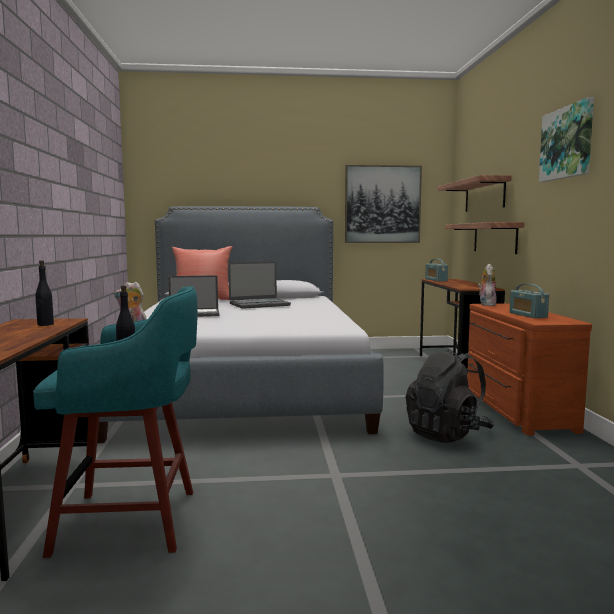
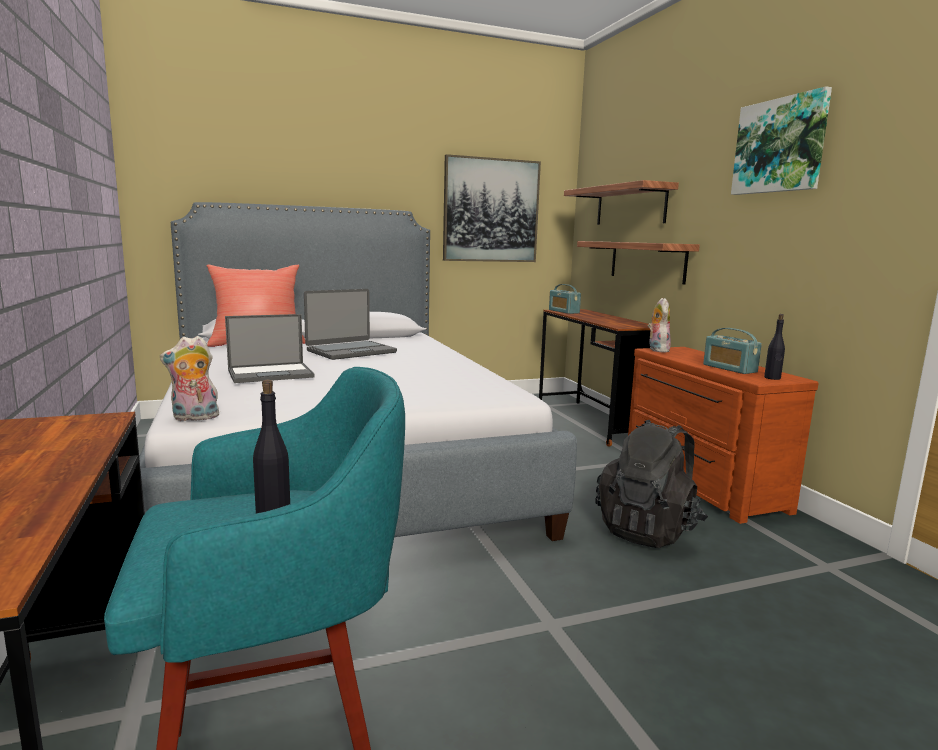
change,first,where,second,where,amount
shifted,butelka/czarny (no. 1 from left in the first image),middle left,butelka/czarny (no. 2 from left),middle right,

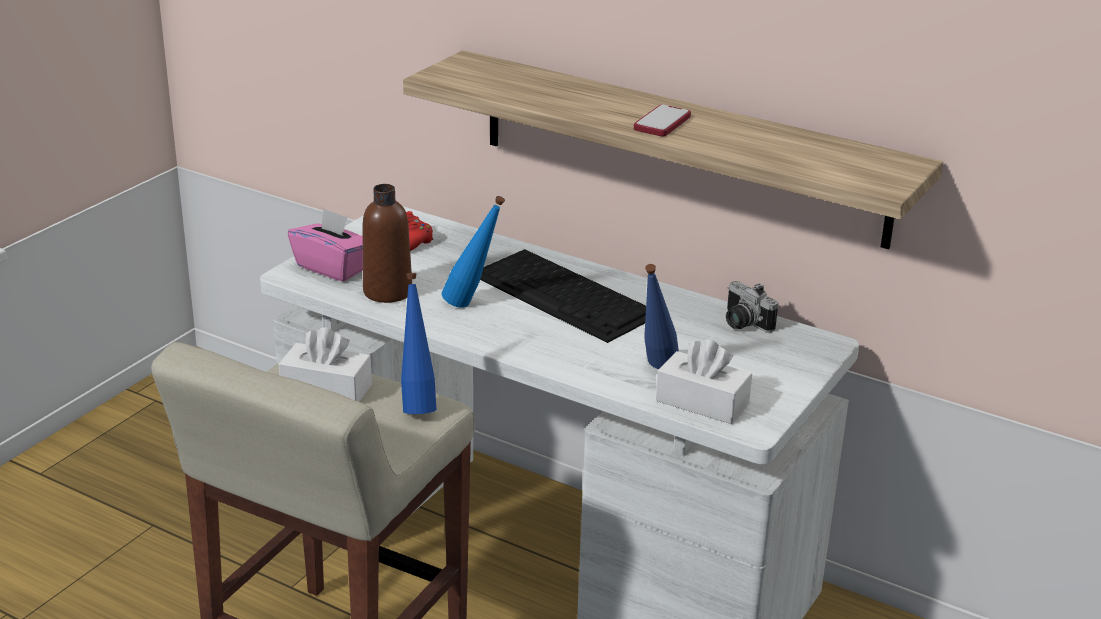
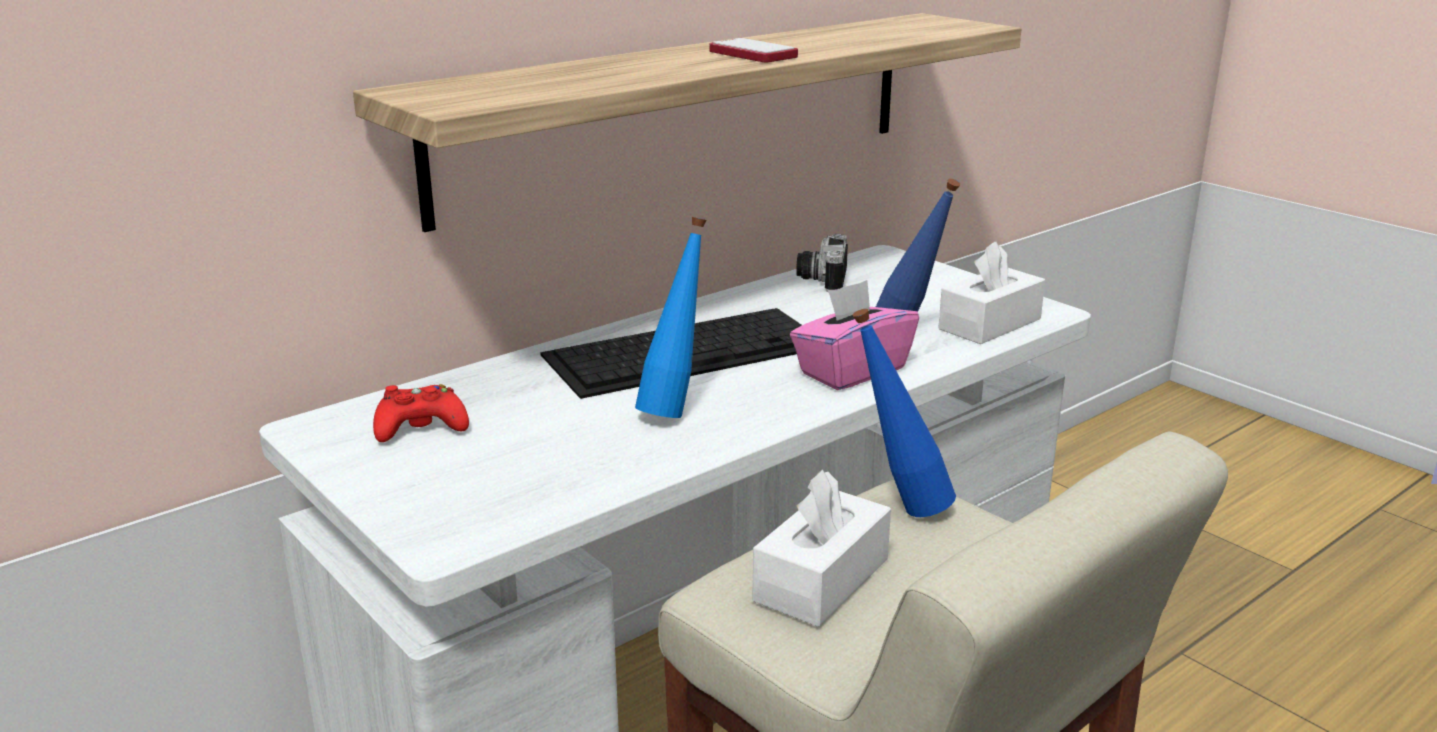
change,first,where,second,where,amount
shifted,pudełko chusteczek/różowy,middle left,,centre,
gone,butelka/brązowy,centre,,,
rotated,aparat fotograficzny,middle right,,centre,120 degrees clockwise

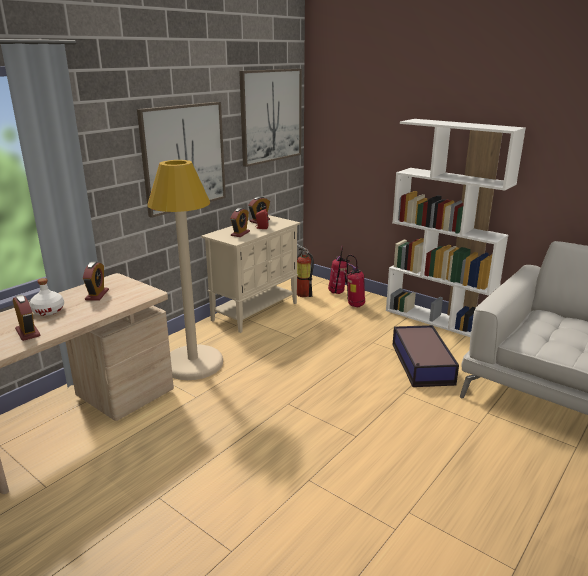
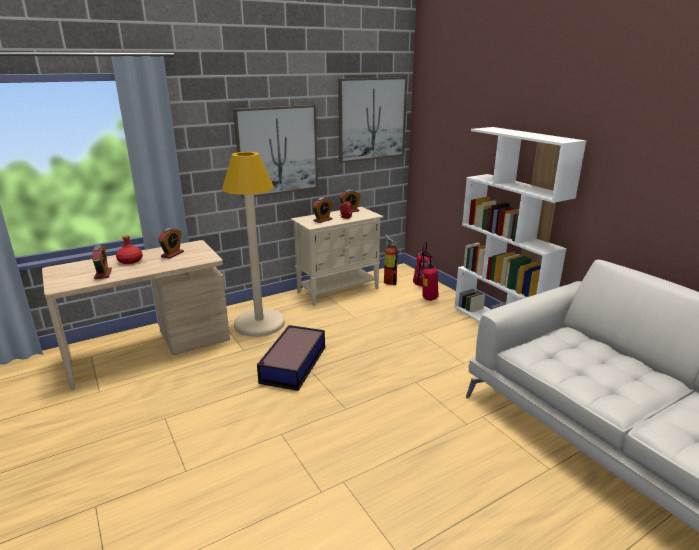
change,first,where,second,where,amount
repainted,butelka/biały,middle left,butelka/czerwony,middle left,
shifted,pojemnik do przechowywania,middle right,,centre,

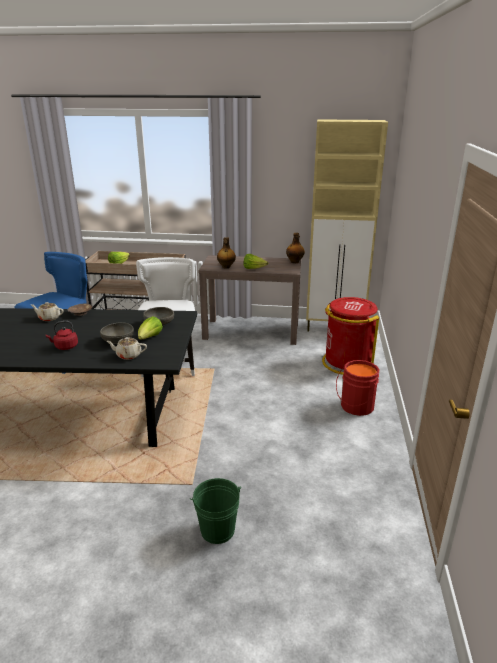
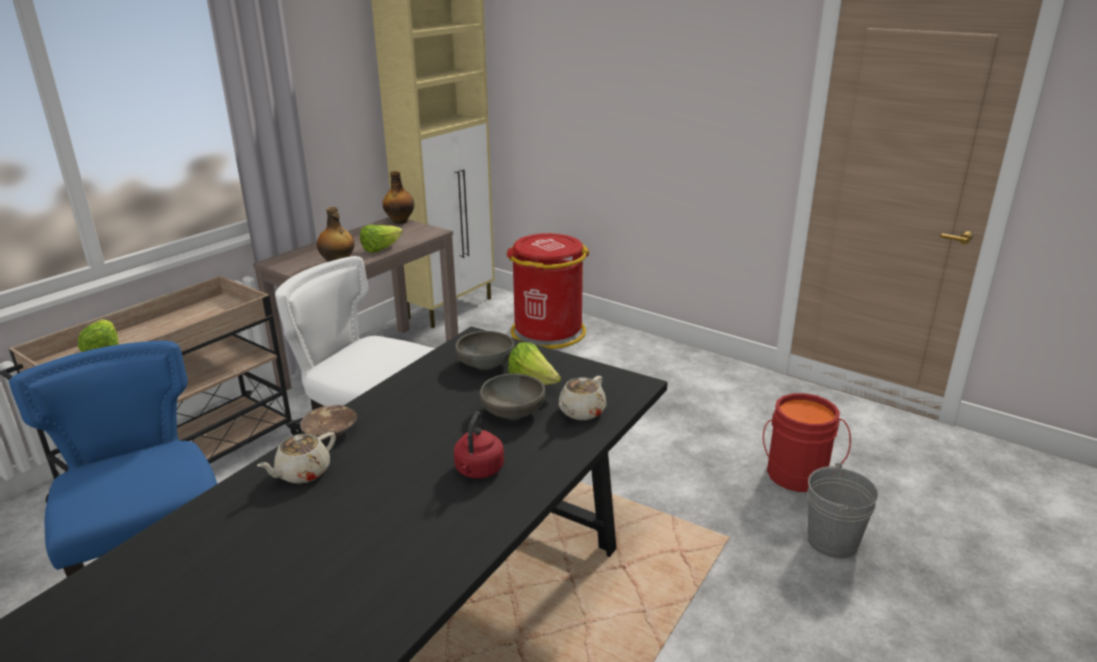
change,first,where,second,where,amount
repainted,wiadro/zielony,bottom centre,wiadro/szary,bottom right,
shifted,wiadro/czerwony,middle right,,bottom right,

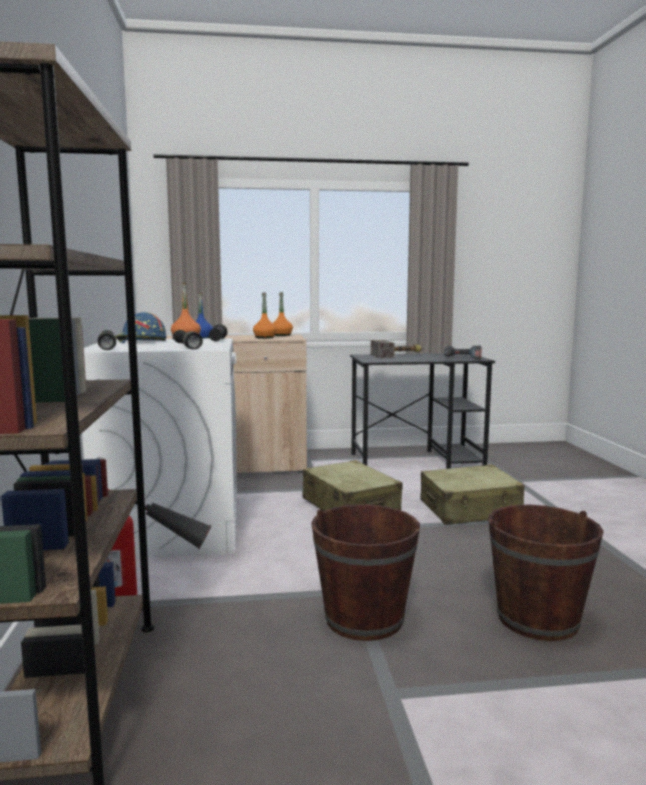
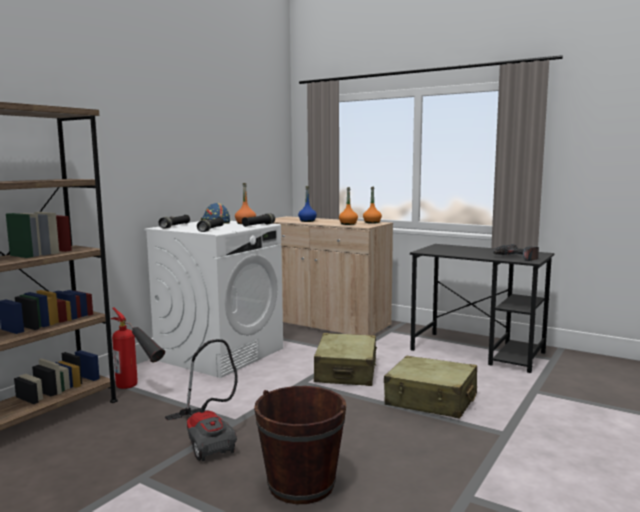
change,first,where,second,where,amount
swapped,wiadro/brązowy (no. 1 from left),bottom centre,odkurzacz,bottom left,
gone,młotek,centre,,,

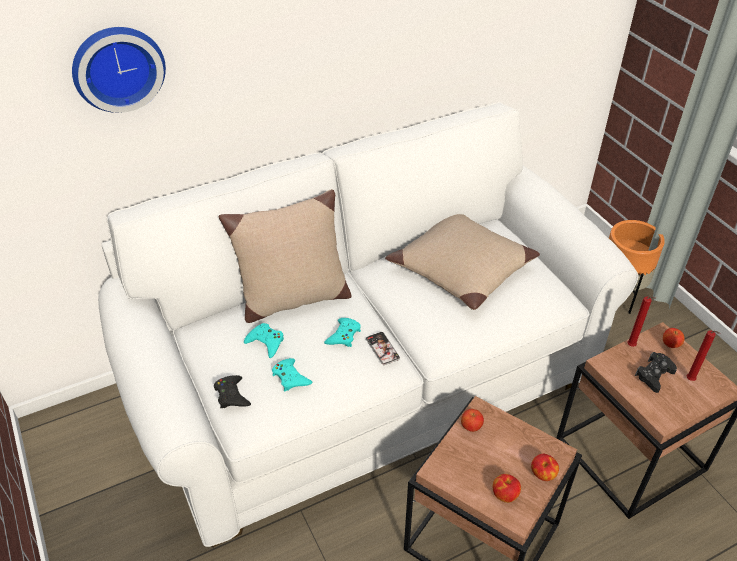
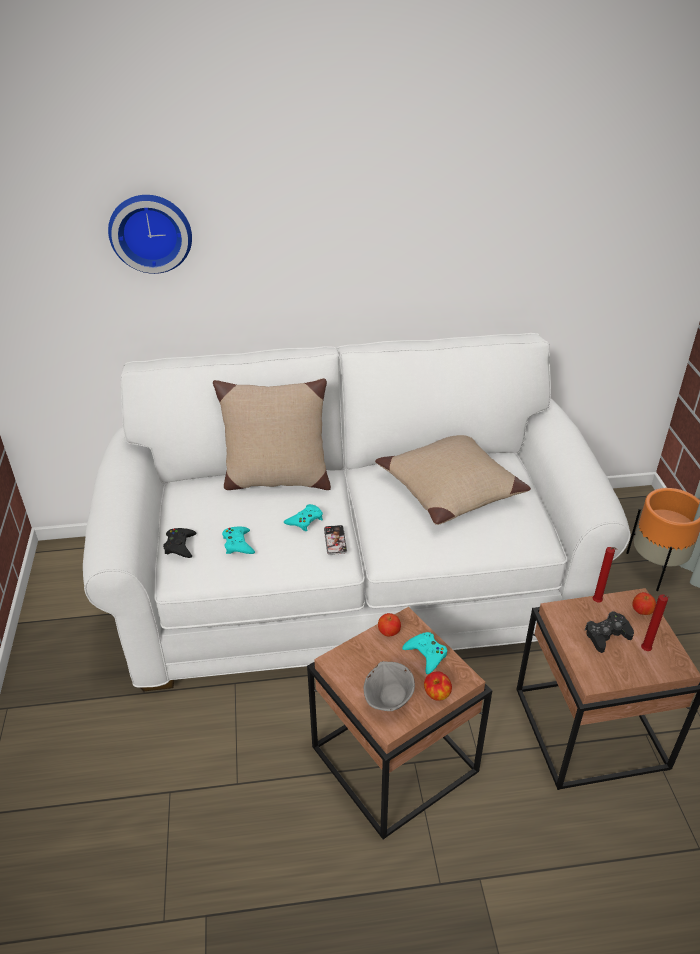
change,first,where,second,where,amount
shifted,pad do gier/turkusowy (no. 1 from left in the first image),centre,pad do gier/turkusowy (no. 3 from left),bottom centre,
swapped,jabłko (no. 2 from left),bottom right,miska/szary,bottom centre,

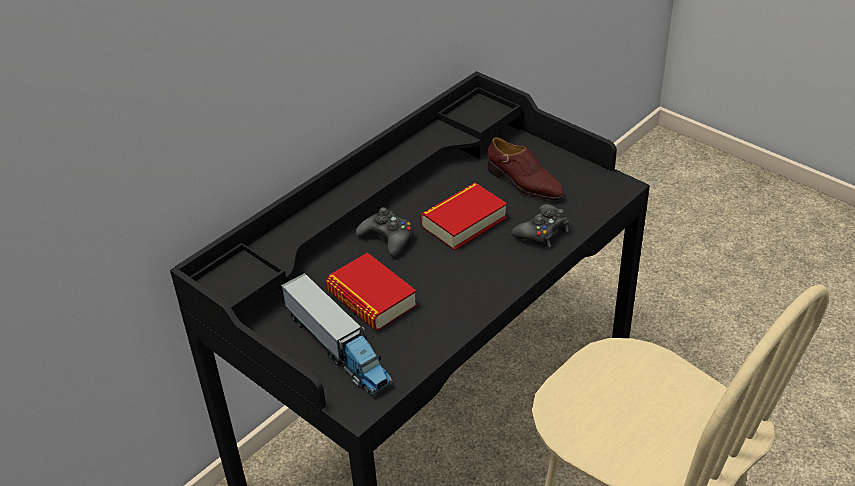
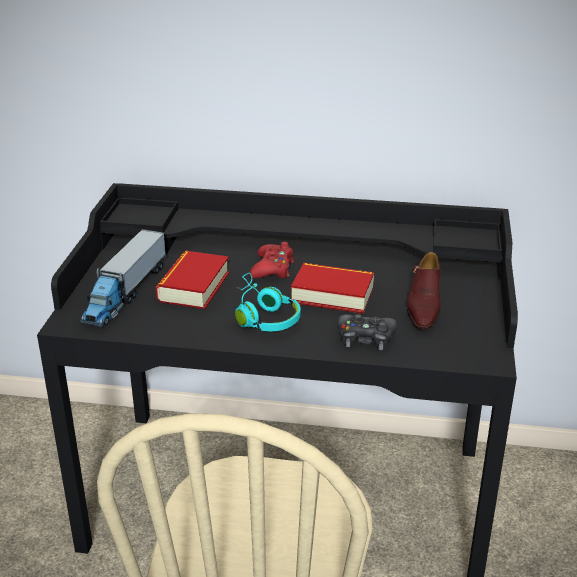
change,first,where,second,where,amount
repainted,pad do gier/czarny (no. 1 from left),centre,pad do gier/czerwony,centre,
new,,,słuchawki/turkusowy,centre,

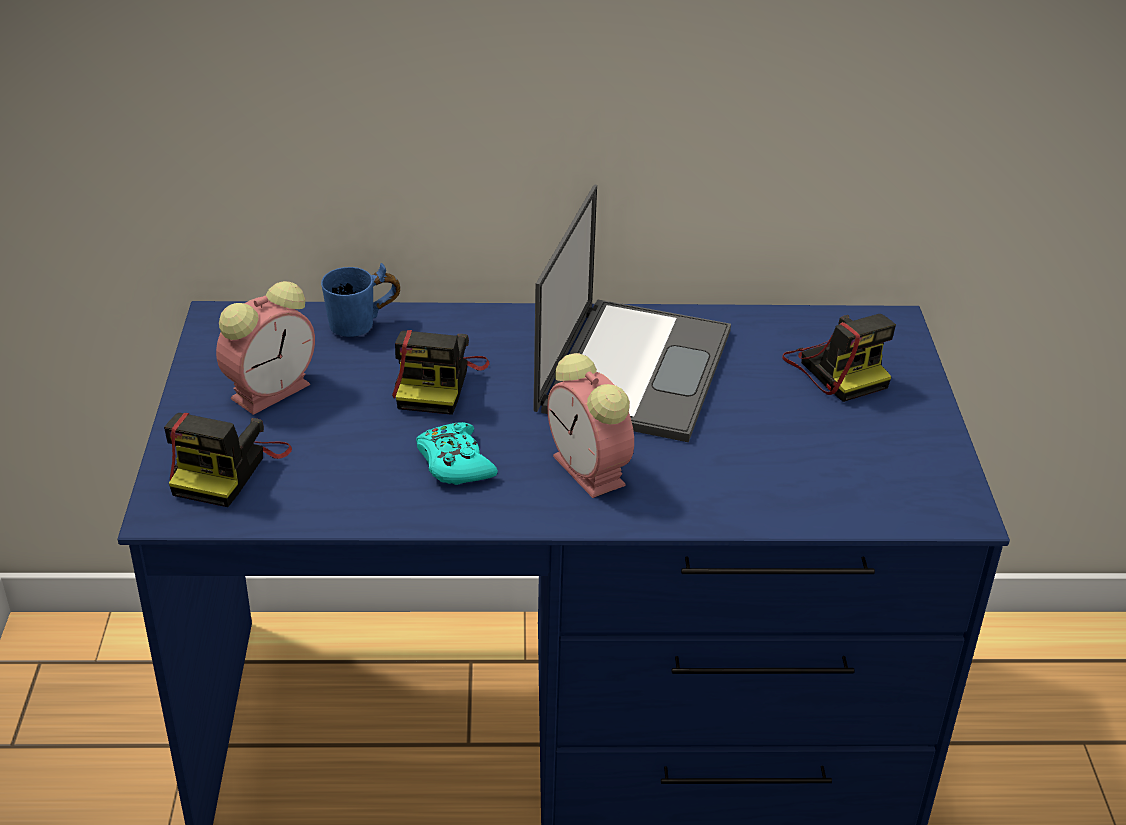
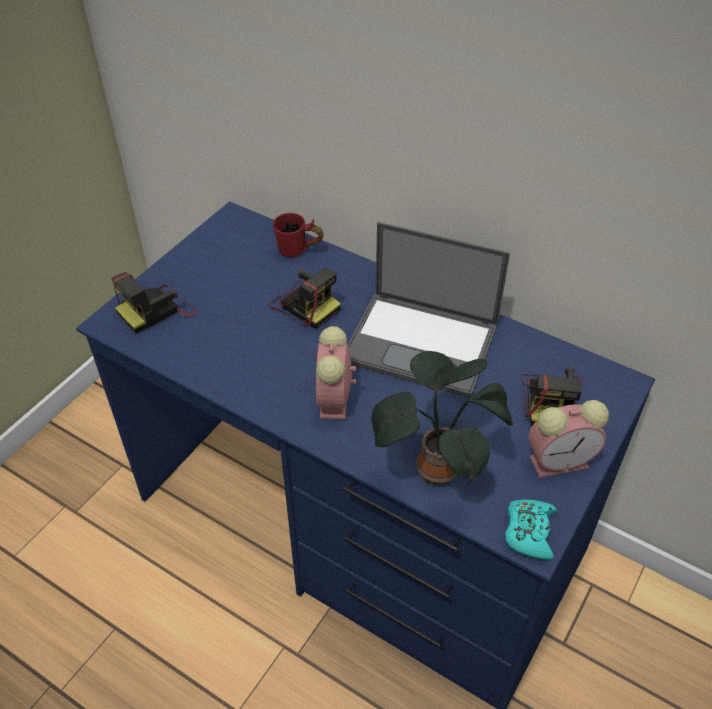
change,first,where,second,where,amount
shifted,budzik (no. 1 from left in the first image),middle left,budzik (no. 2 from left),middle right,
repainted,kubek/niebieski,middle left,kubek/czerwony,top centre,
rotated,aparat fotograficzny (no. 2 from left),centre,,centre,90 degrees counterclockwise
shifted,pad do gier/turkusowy,centre,,bottom right,
rotated,laptop,centre,,centre,60 degrees clockwise
new,,,roślina doniczkowa,centre,

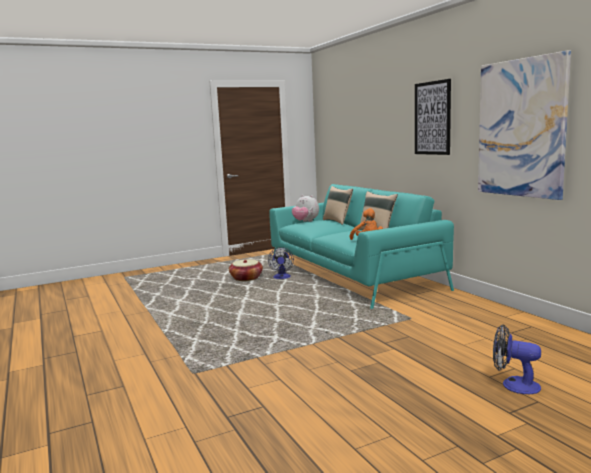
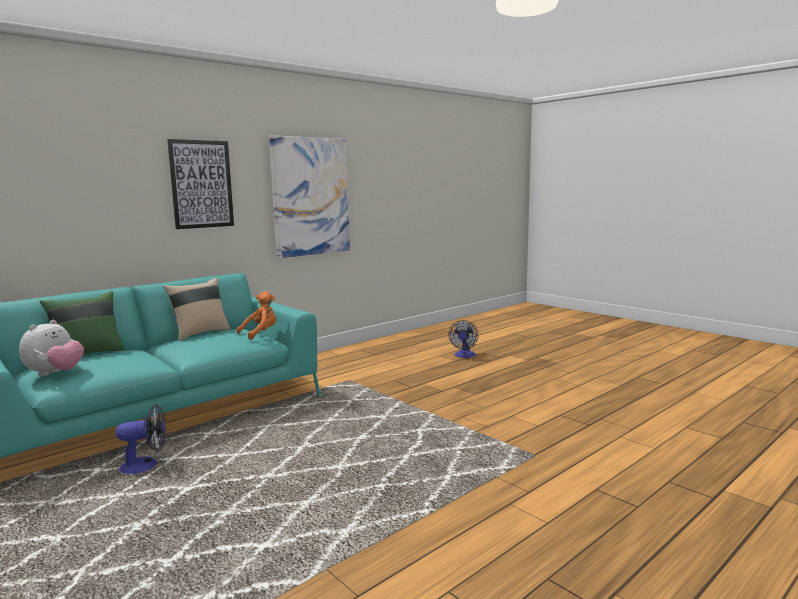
change,first,where,second,where,amount
gone,koszyk,centre,,,
repainted,poduszka/beżowy (no. 1 from left),centre,poduszka/zielony,middle left,

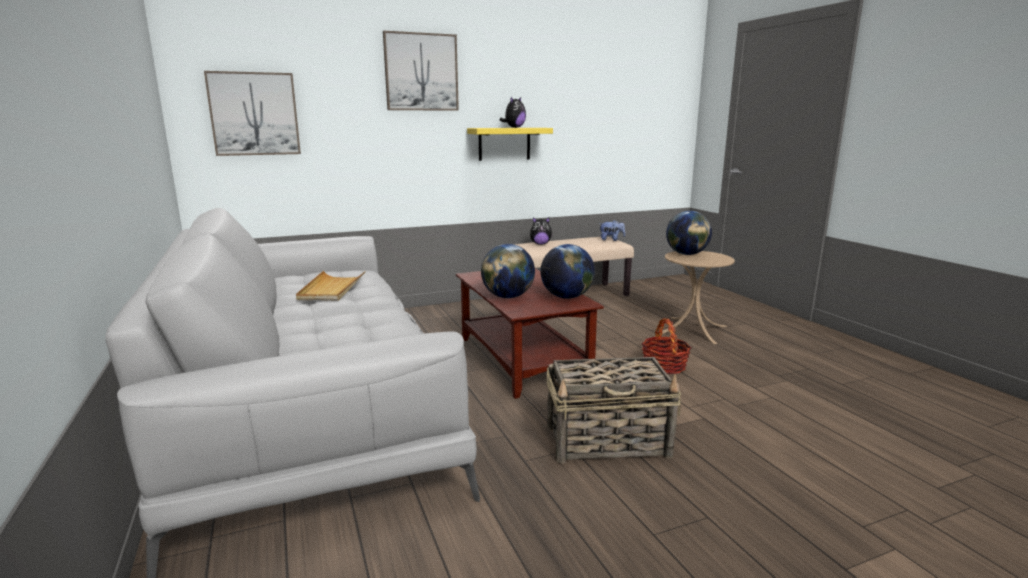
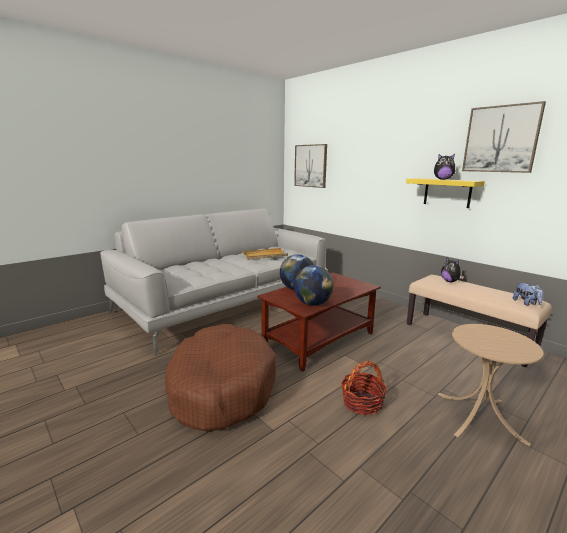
change,first,where,second,where,amount
shifted,obraz (no. 2 from left),top centre,,top right,
swapped,koszyk (no. 1 from left),bottom centre,legowisko/brązowy,bottom centre,
gone,globus (no. 3 from left),middle right,,,

